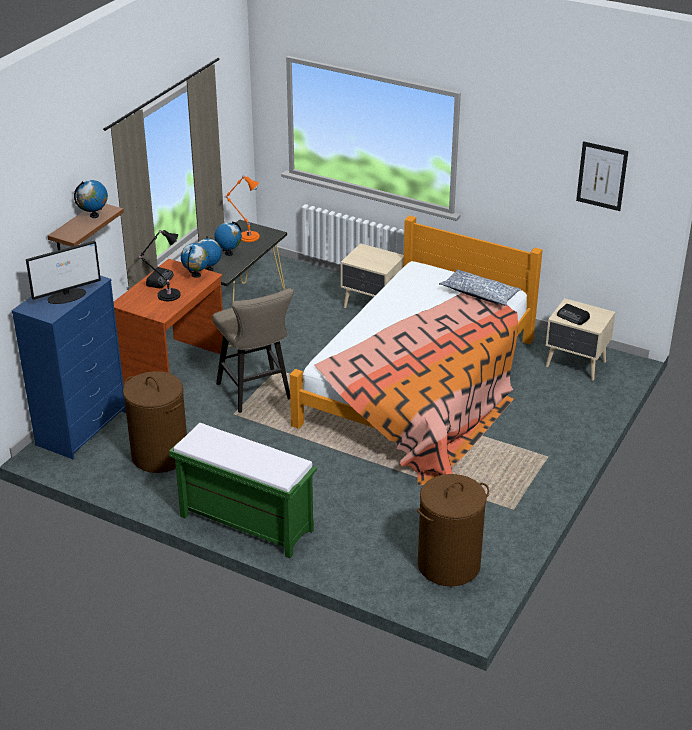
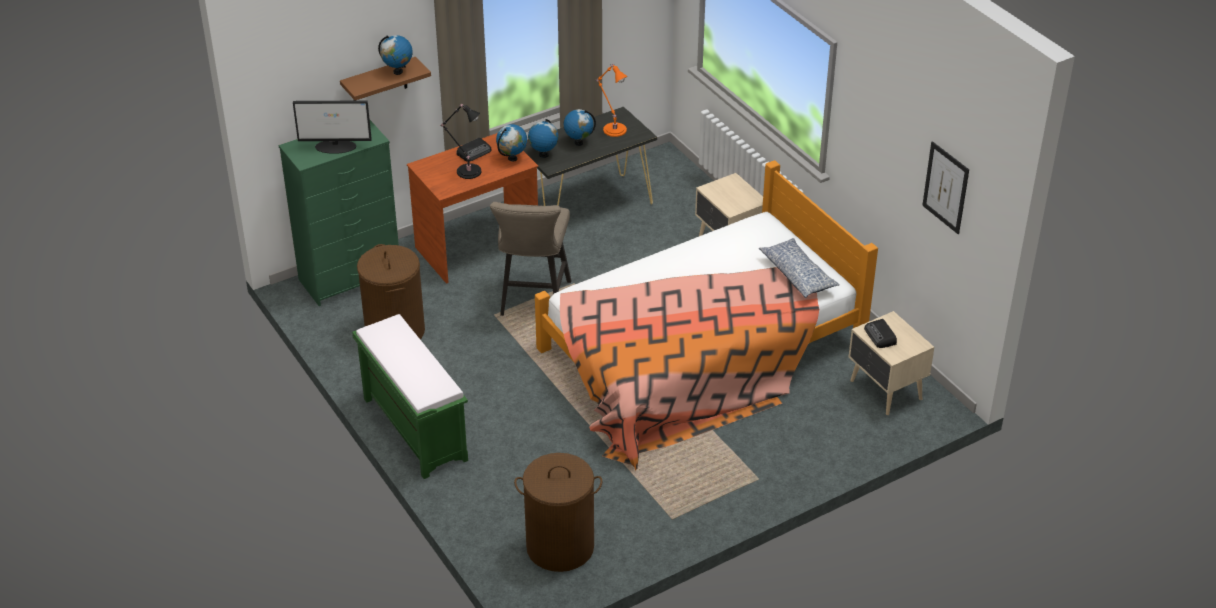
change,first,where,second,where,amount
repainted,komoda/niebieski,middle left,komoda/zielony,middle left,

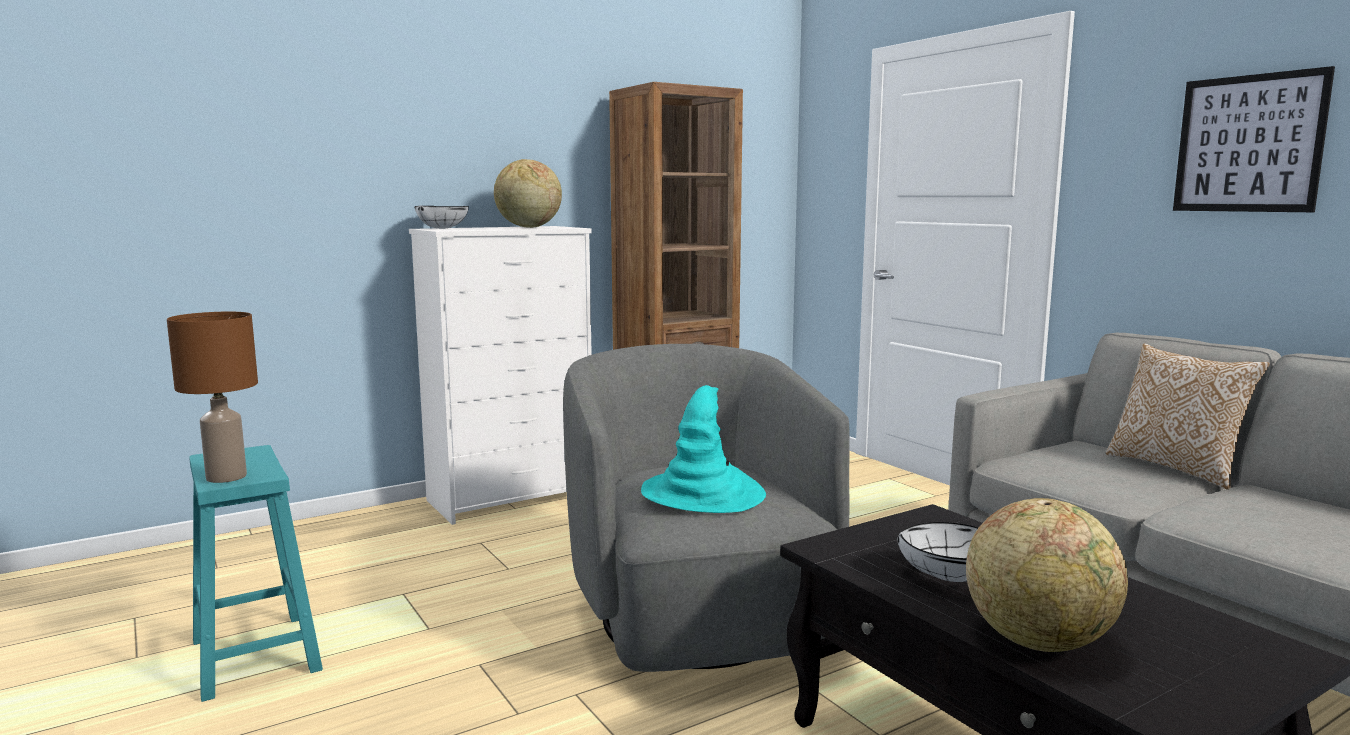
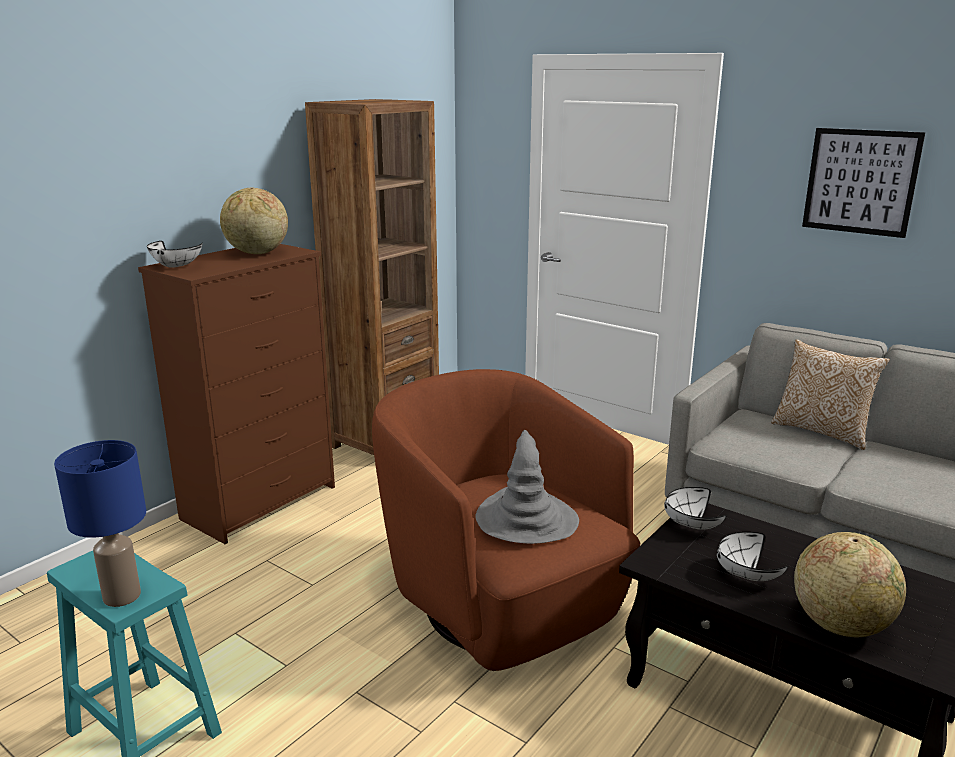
change,first,where,second,where,amount
repainted,lampa stołowa/brązowy,middle left,lampa stołowa/niebieski,bottom left,
repainted,komoda/biały,centre,komoda/brązowy,middle left,
repainted,fotel/szary,bottom centre,fotel/brązowy,bottom centre,
repainted,kapelusz/turkusowy,centre,kapelusz/szary,centre,
new,,,miska/biały (no. 2 from left),bottom right,

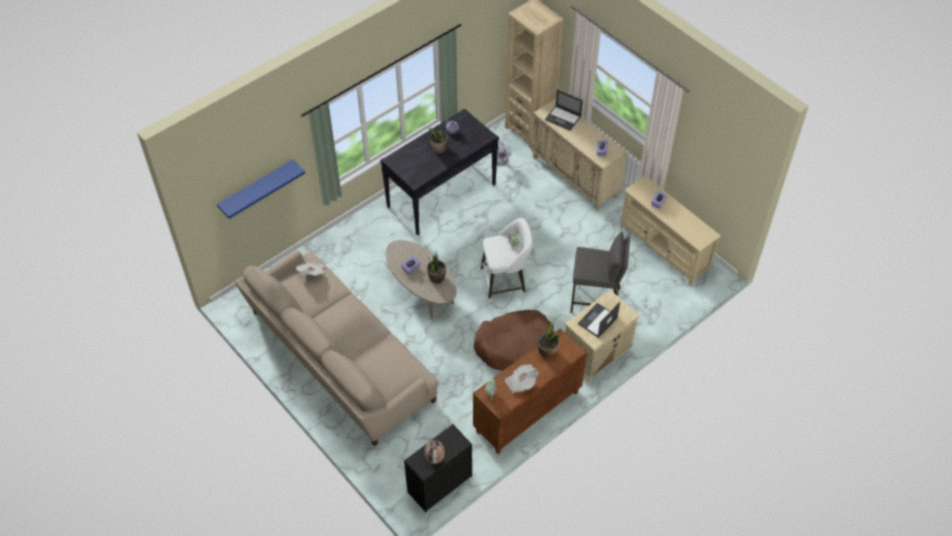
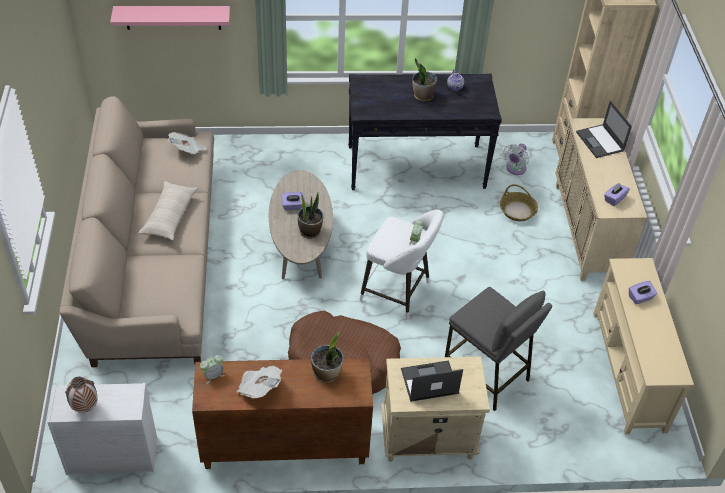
change,first,where,second,where,amount
repainted,półka/niebieski,middle left,półka/różowy,top left,
repainted,komoda/czarny,bottom centre,komoda/biały,bottom left,
new,,,poduszka/beżowy,middle left,
new,,,koszyk,middle right,

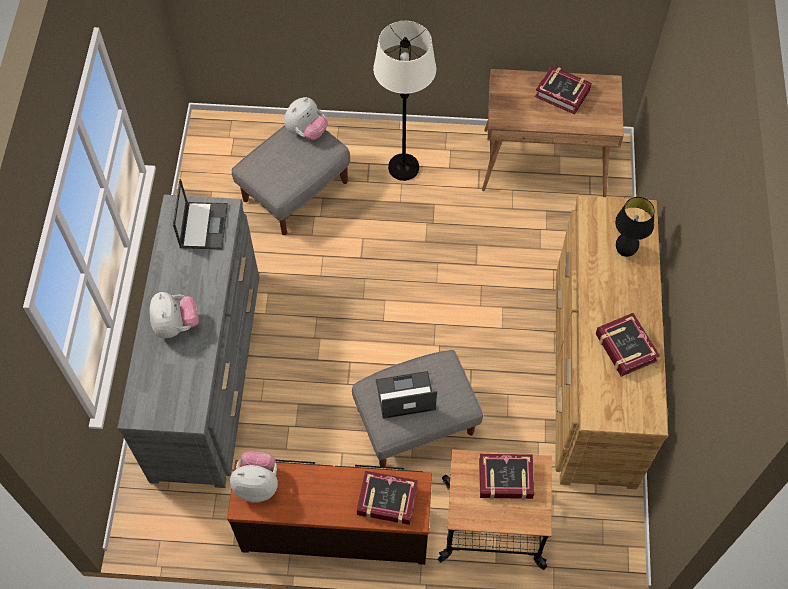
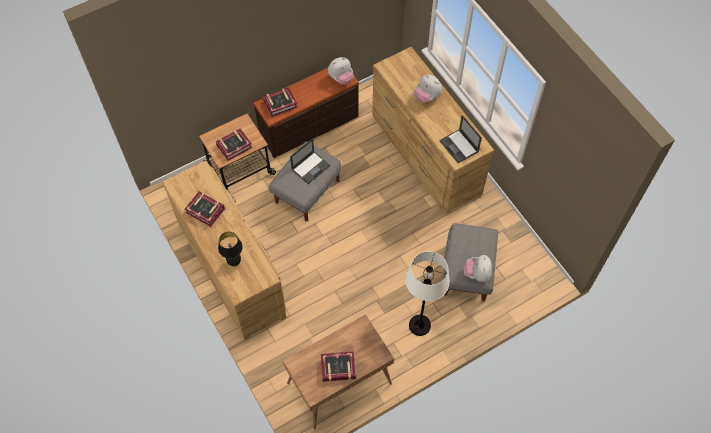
change,first,where,second,where,amount
repainted,komoda/szary,middle left,komoda/brązowy (no. 3 from left),top centre,

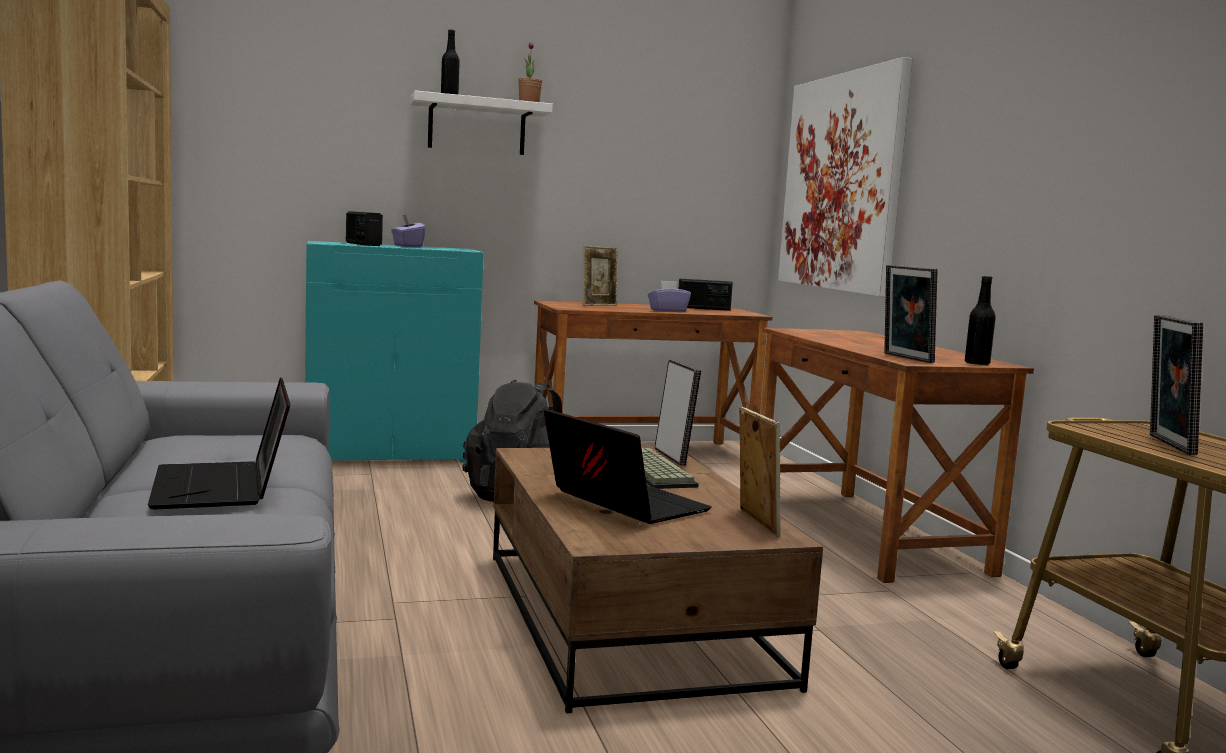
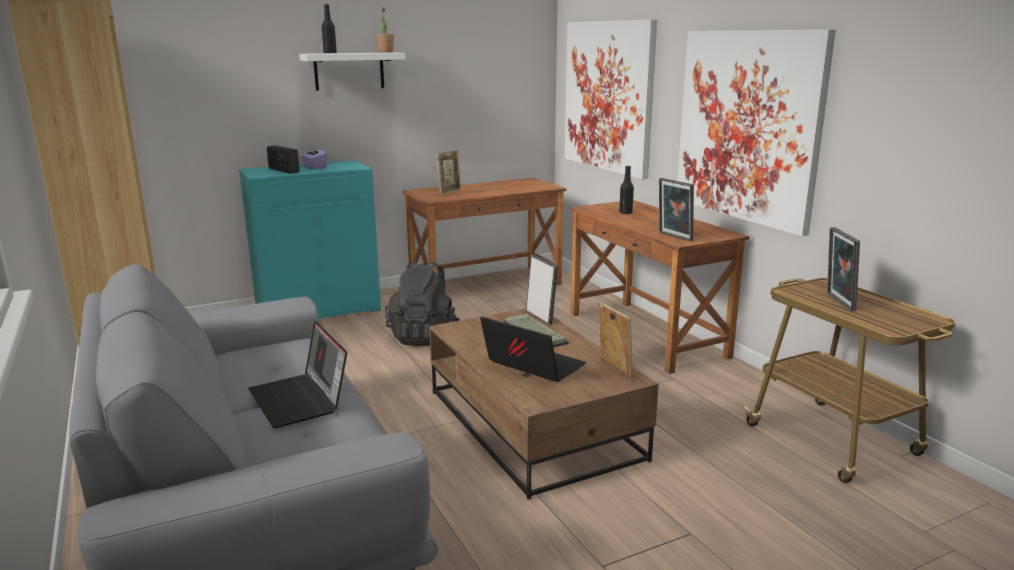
change,first,where,second,where,amount
gone,pudełko chusteczek/fioletowy (no. 2 from left),centre,,,
gone,radio (no. 2 from left),centre,,,
shifted,butelka/czarny (no. 2 from left),middle right,,centre,
new,,,obraz (no. 2 from left),top right,

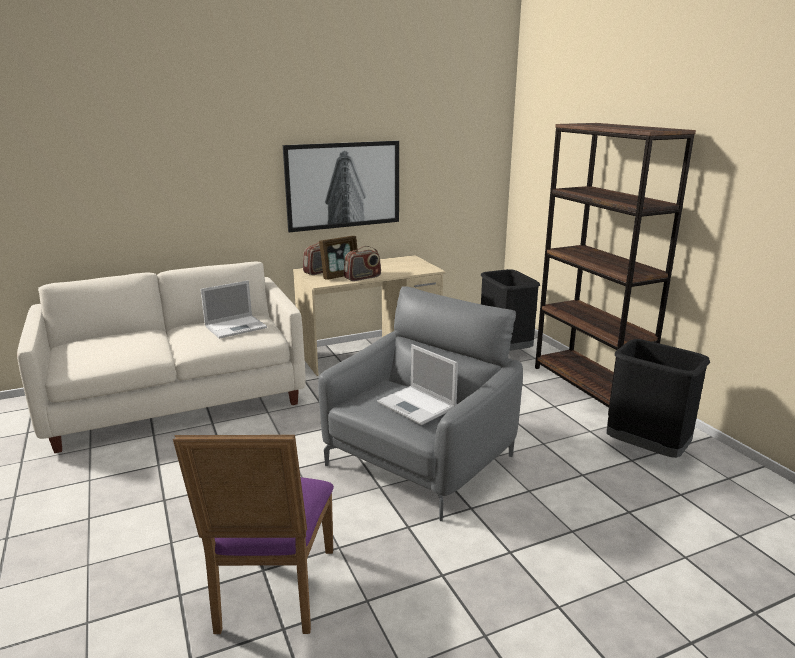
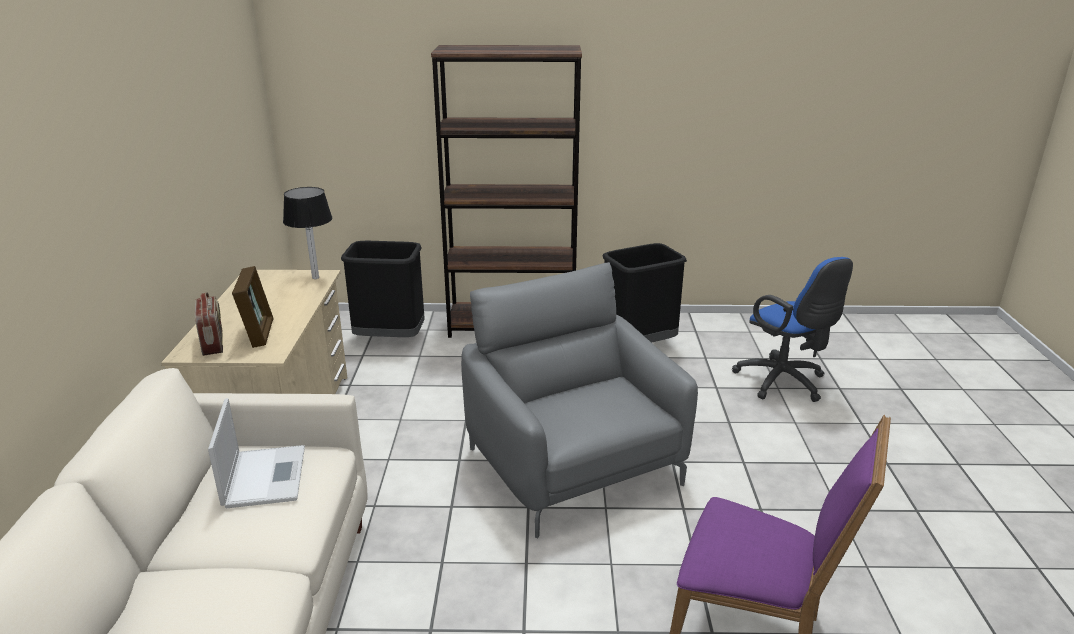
change,first,where,second,where,amount
gone,obraz,top centre,,,
gone,radio (no. 2 from left),centre,,,
gone,laptop (no. 2 from left),centre,,,
new,,,lampa stołowa,middle left,
new,,,krzesło biurowe/niebieski,middle right,

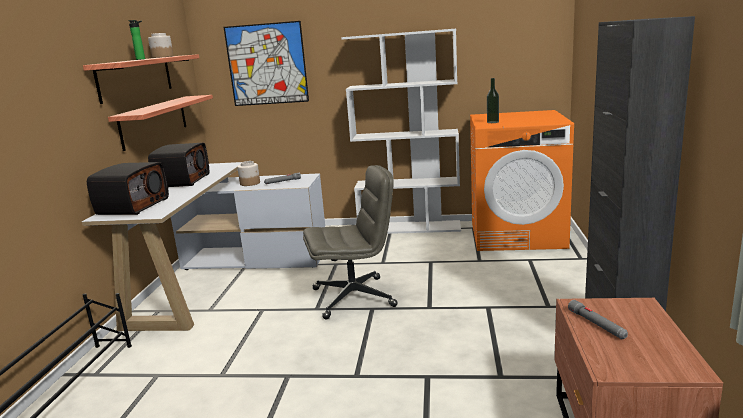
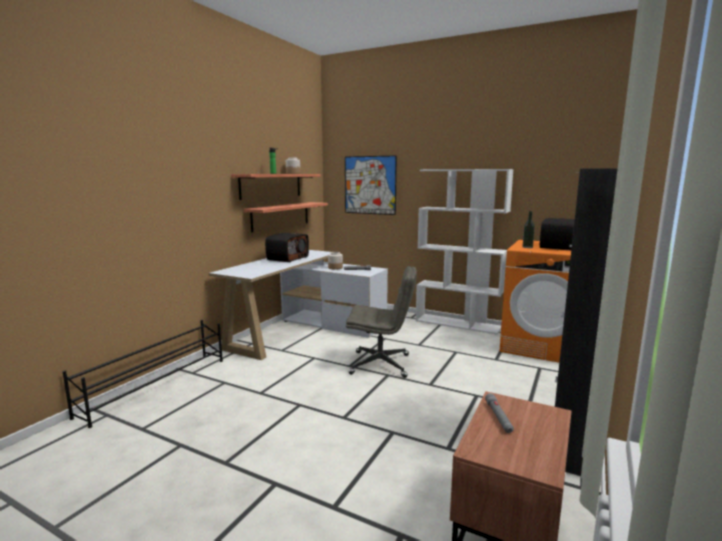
change,first,where,second,where,amount
shifted,radio (no. 1 from left in the first image),middle left,radio (no. 2 from left),middle right,

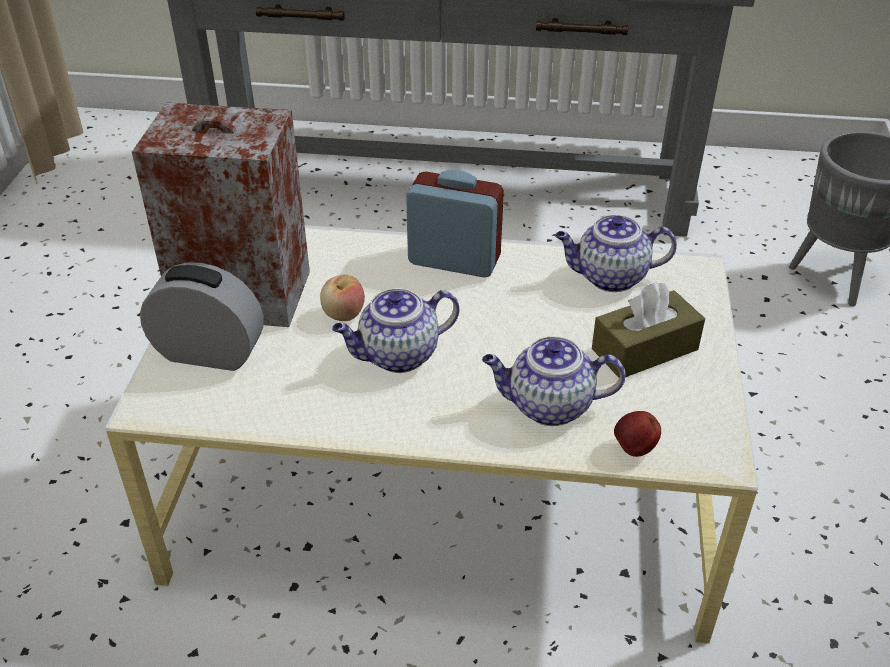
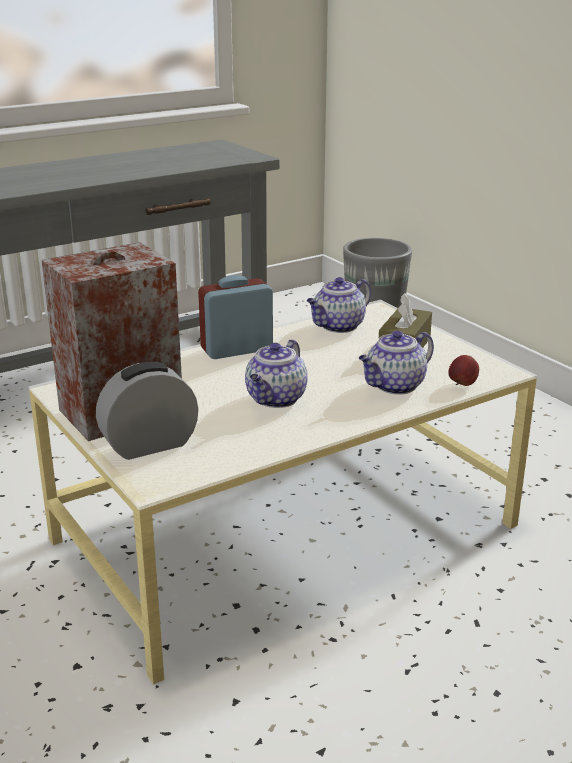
change,first,where,second,where,amount
gone,jabłko (no. 1 from left),centre,,,

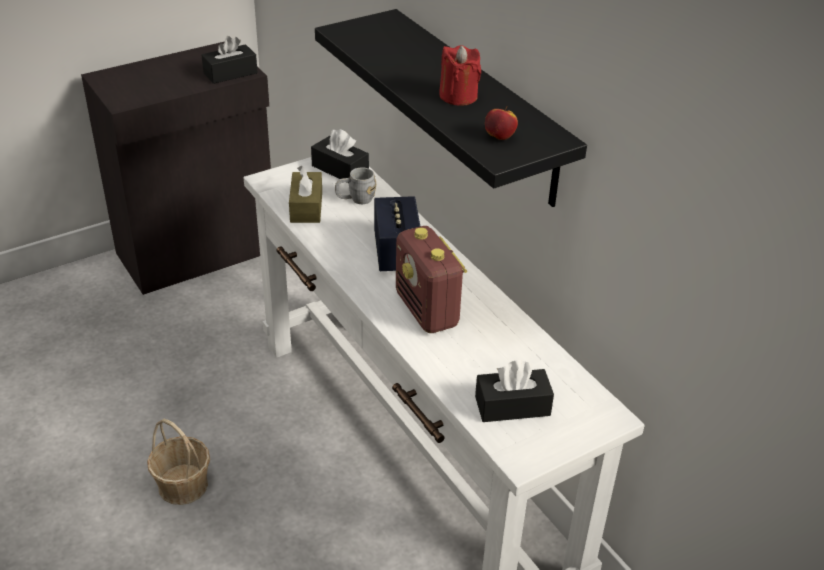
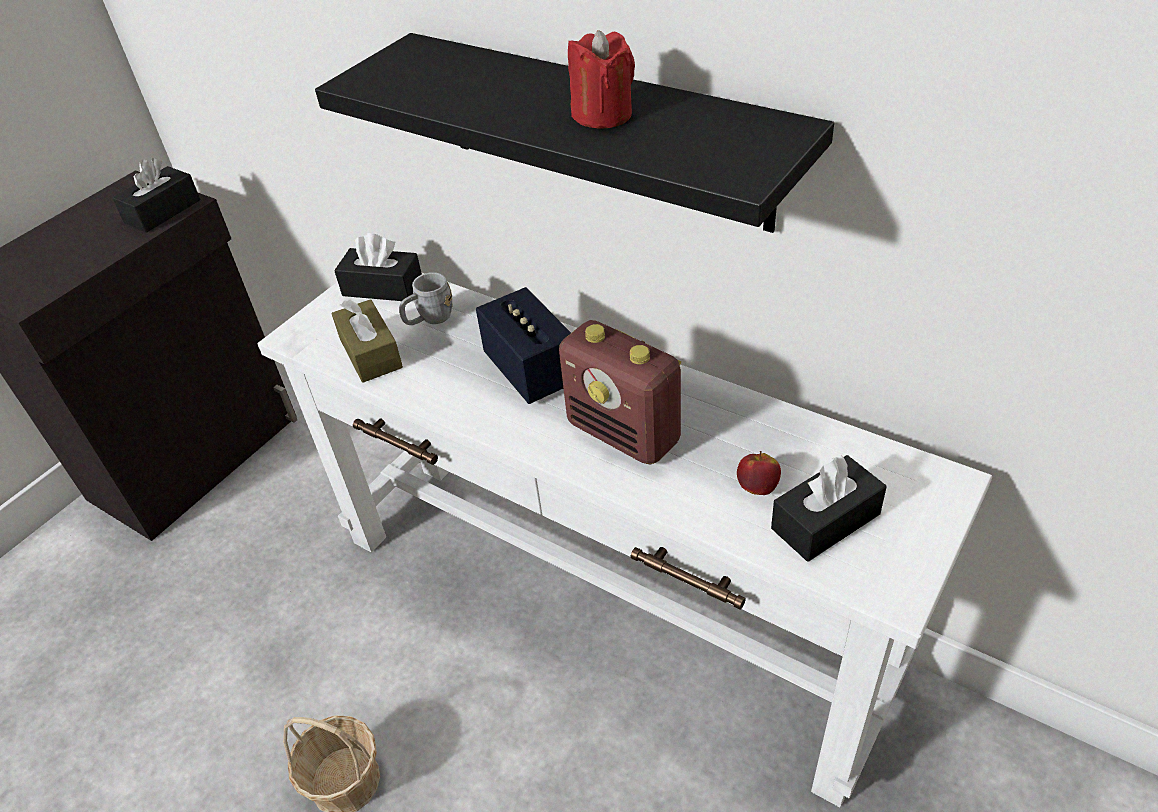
change,first,where,second,where,amount
shifted,jabłko,top centre,,centre,

